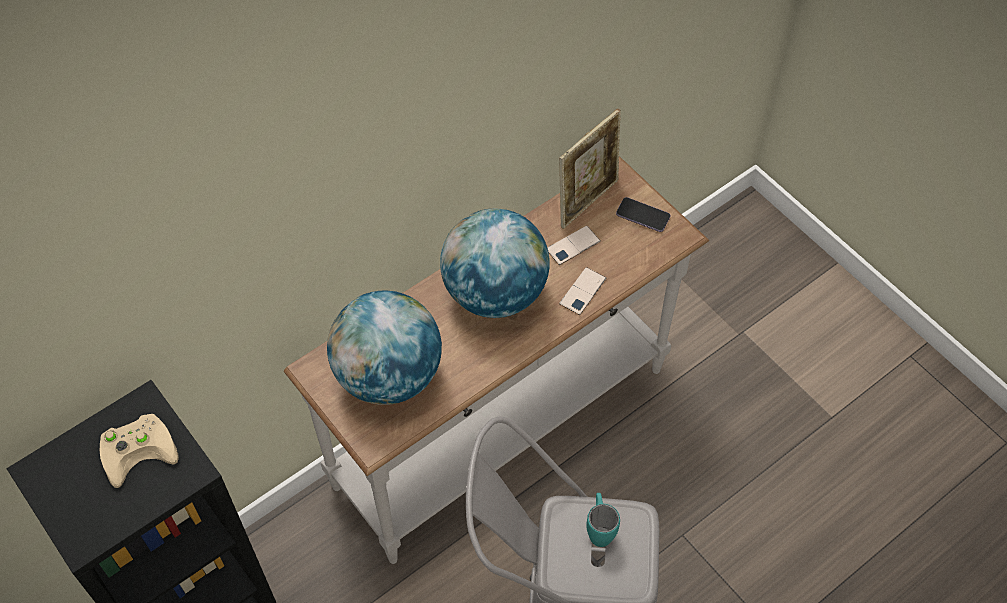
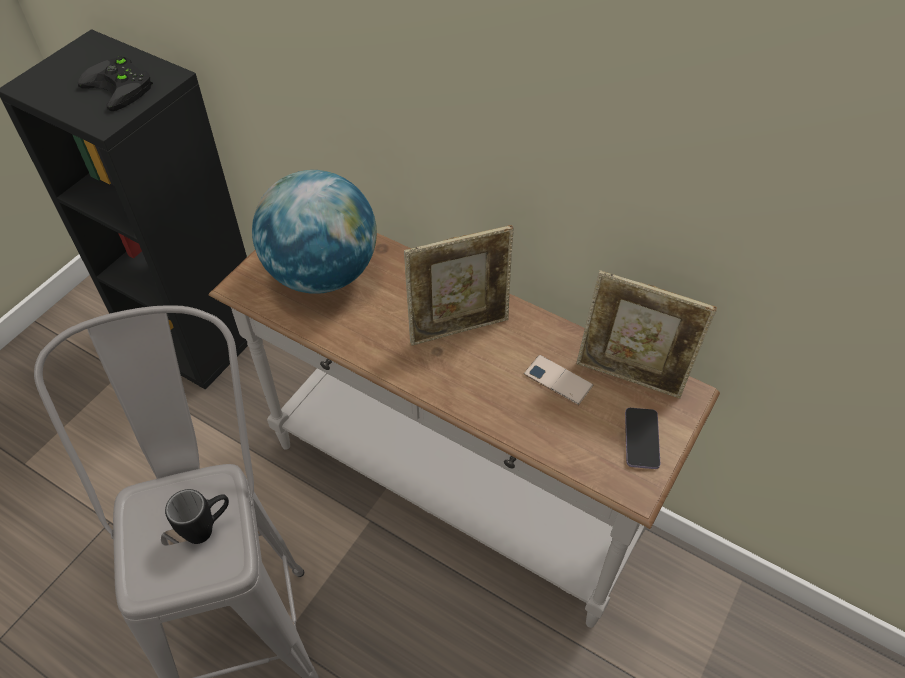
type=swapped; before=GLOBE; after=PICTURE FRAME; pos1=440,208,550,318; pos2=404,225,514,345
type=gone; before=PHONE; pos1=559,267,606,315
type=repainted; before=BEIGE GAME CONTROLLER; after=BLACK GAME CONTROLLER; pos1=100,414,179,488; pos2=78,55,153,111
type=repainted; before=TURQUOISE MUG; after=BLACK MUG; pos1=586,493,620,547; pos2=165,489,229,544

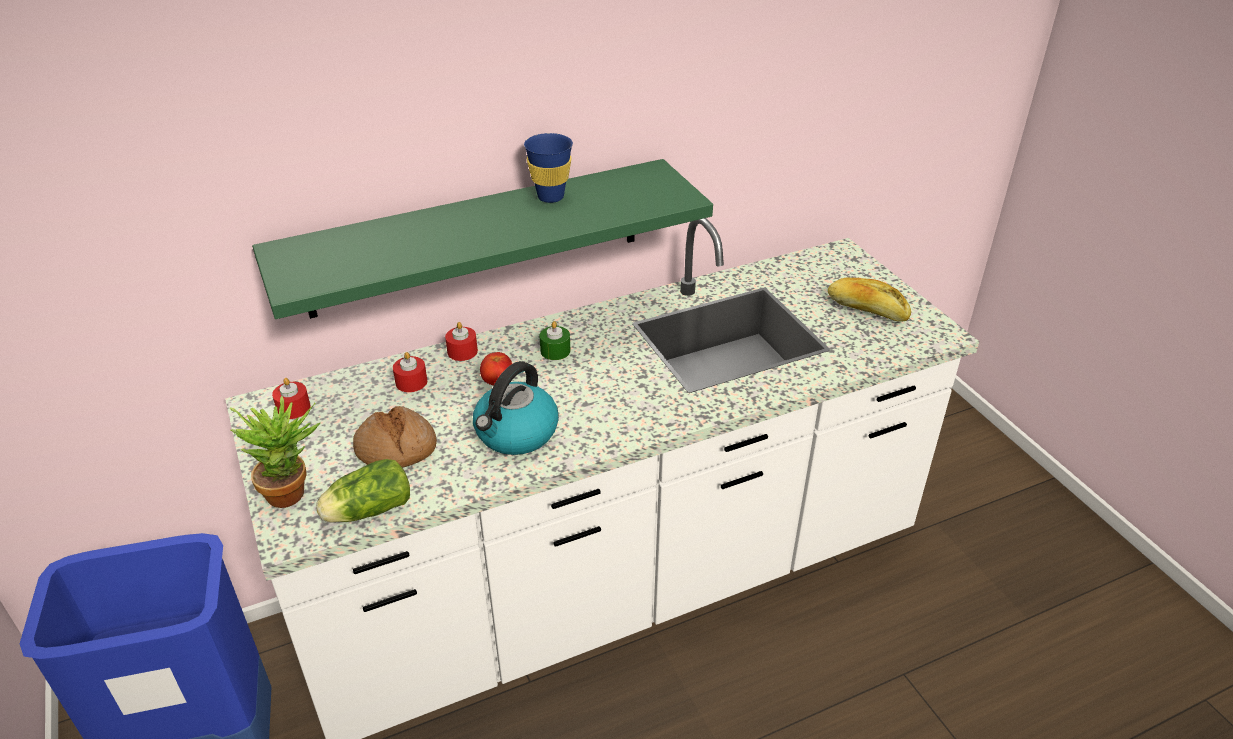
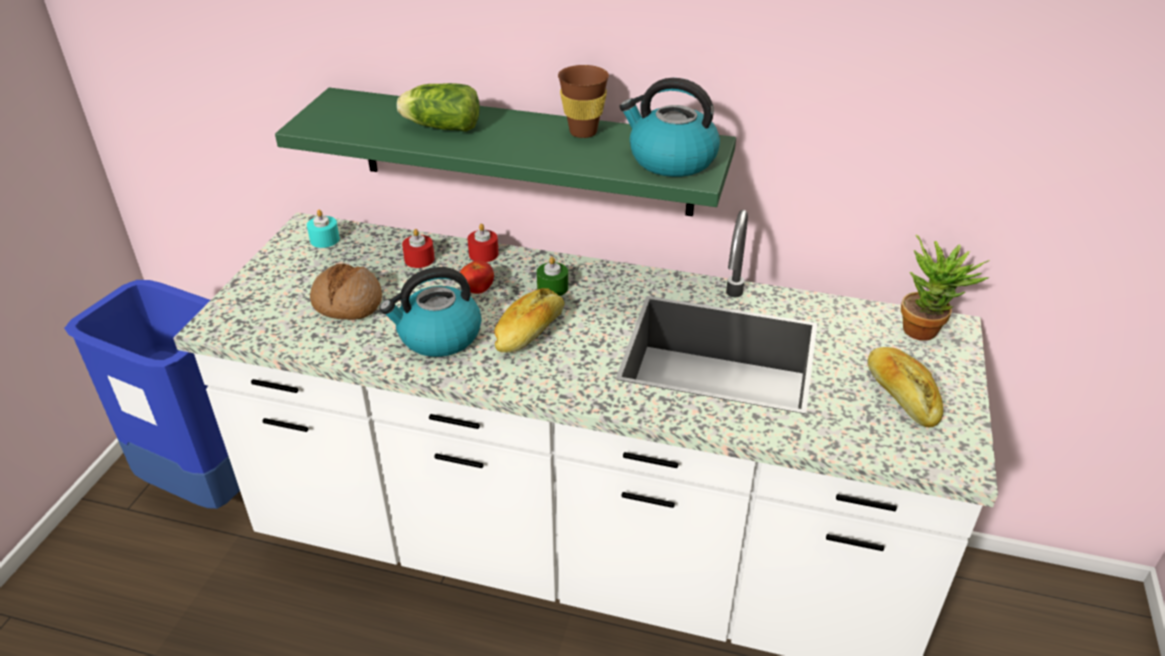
type=repainted; before=BLUE CUP; after=BROWN CUP; pos1=524,133,573,203; pos2=558,65,609,138
type=repainted; before=RED CANDLE; after=TURQUOISE CANDLE; pos1=272,378,311,419; pos2=307,210,340,248
type=shifted; before=POTTED PLANT; pos1=230,396,320,508; pos2=901,234,990,340
type=shifted; before=LETTUCE; pos1=316,459,410,523; pos2=397,83,480,132
type=new; after=KETTLE; pos2=619,78,720,177
type=new; after=BREAD; pos2=494,288,565,353

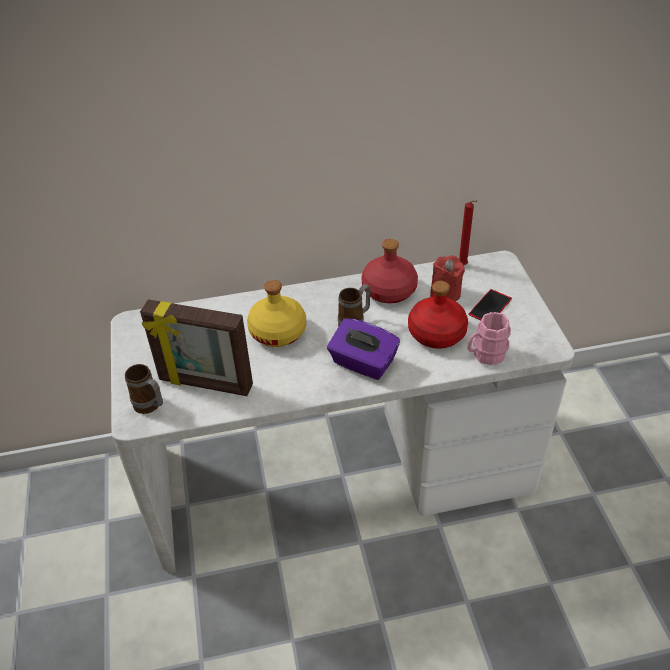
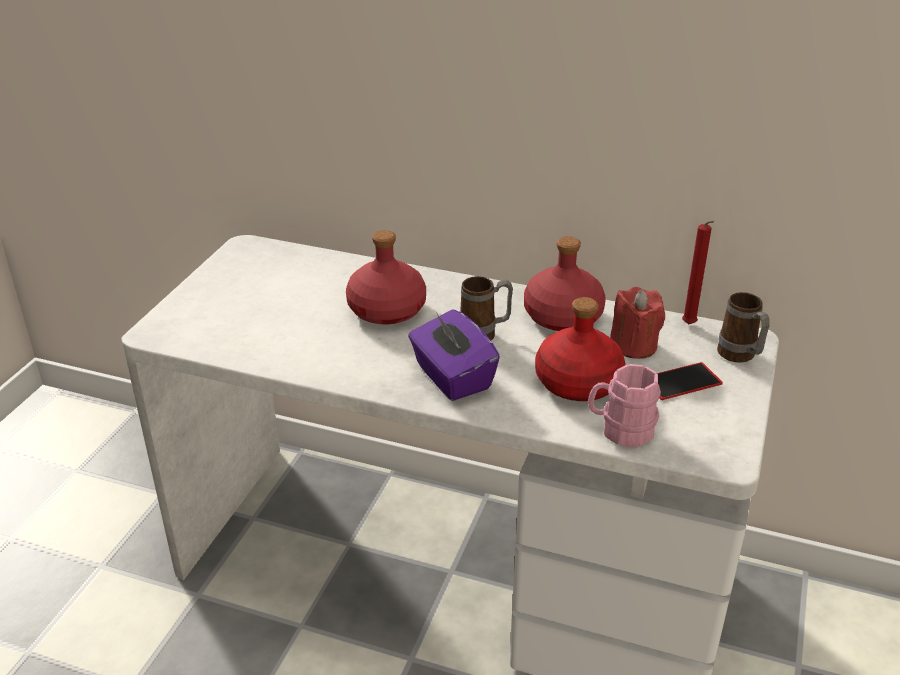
type=repainted; before=YELLOW BOTTLE; after=RED BOTTLE; pos1=247,280,306,347; pos2=346,230,426,324
type=gone; before=PICTURE FRAME; pos1=140,299,253,396
type=shifted; before=MUG; pos1=125,364,163,414; pos2=717,292,770,363

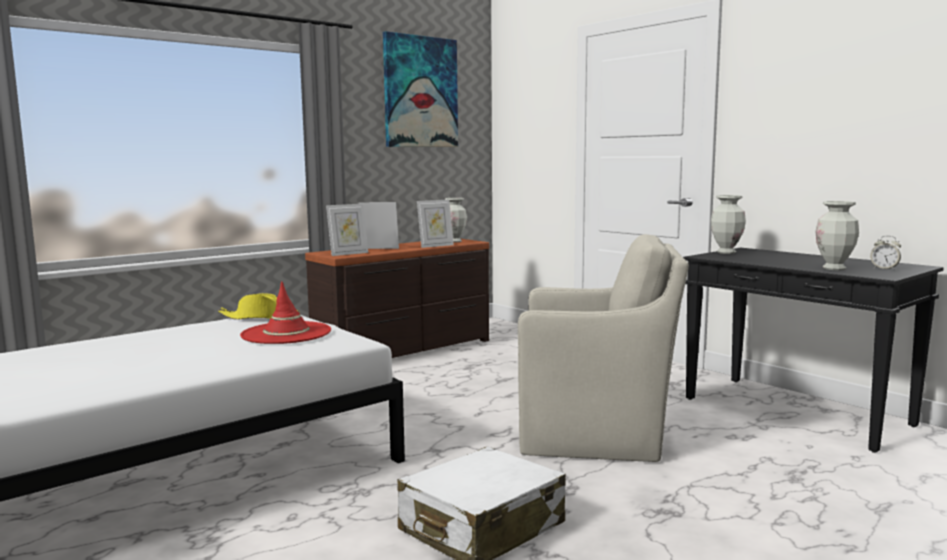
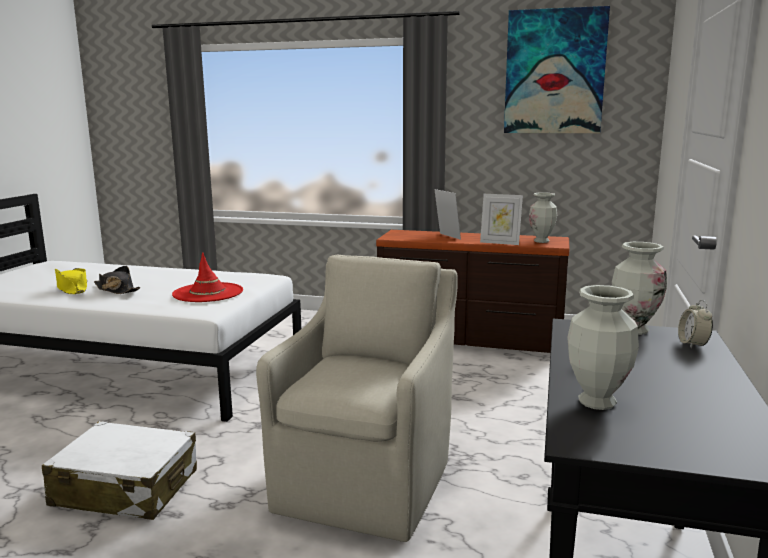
type=gone; before=PICTURE FRAME; pos1=326,204,368,256
type=rotated; before=BEIGE ARMCHAIR; pos1=518,234,688,462; pos2=256,255,457,542; turn=-135
type=shifted; before=ALARM CLOCK; pos1=870,235,901,270; pos2=678,300,713,349
type=shifted; before=YELLOW HAT; pos1=218,293,300,320; pos2=55,268,87,294
type=new; after=BLACK HAT; pos2=94,266,140,294

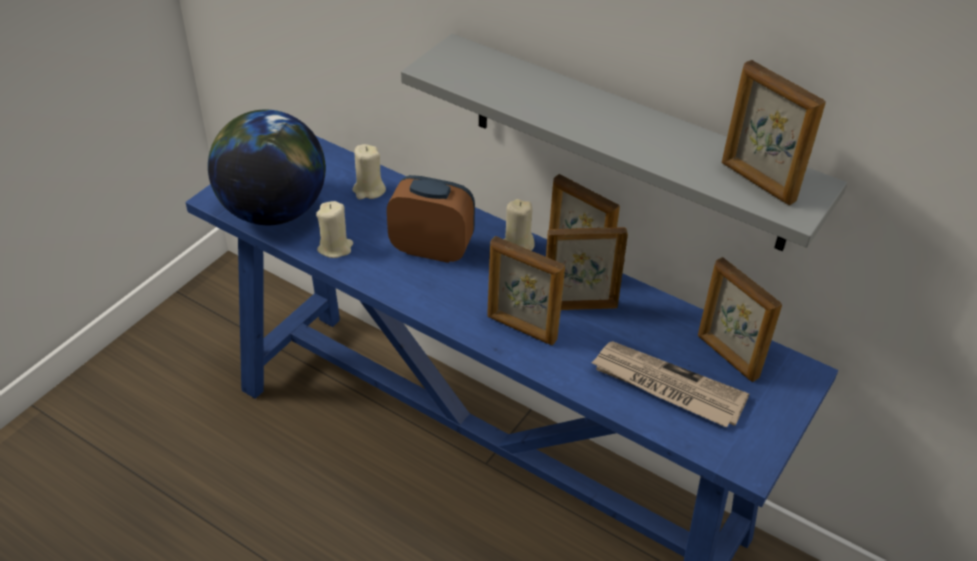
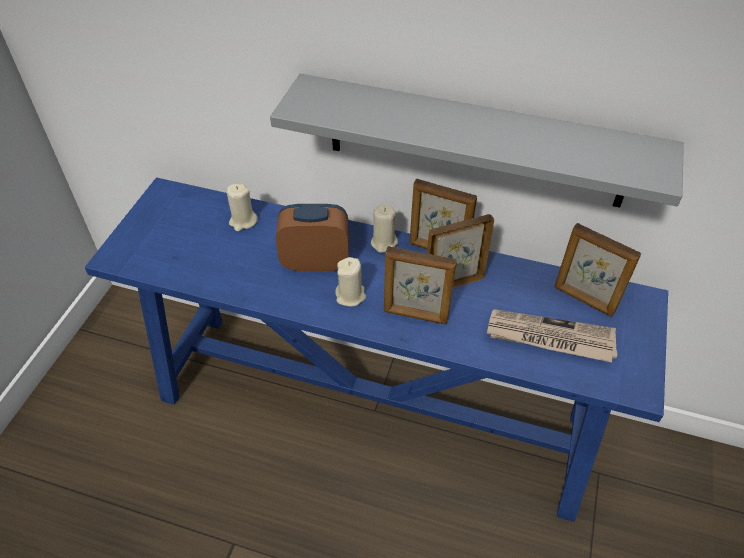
type=gone; before=PICTURE FRAME; pos1=722,60,826,206
type=gone; before=GLOBE; pos1=208,109,326,225
type=shifted; before=BEIGE CANDLE; pos1=316,201,353,258; pos2=335,257,366,307

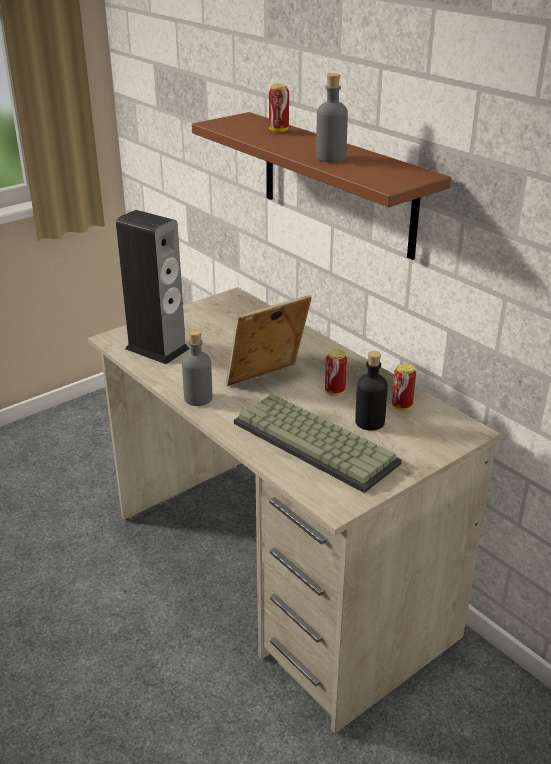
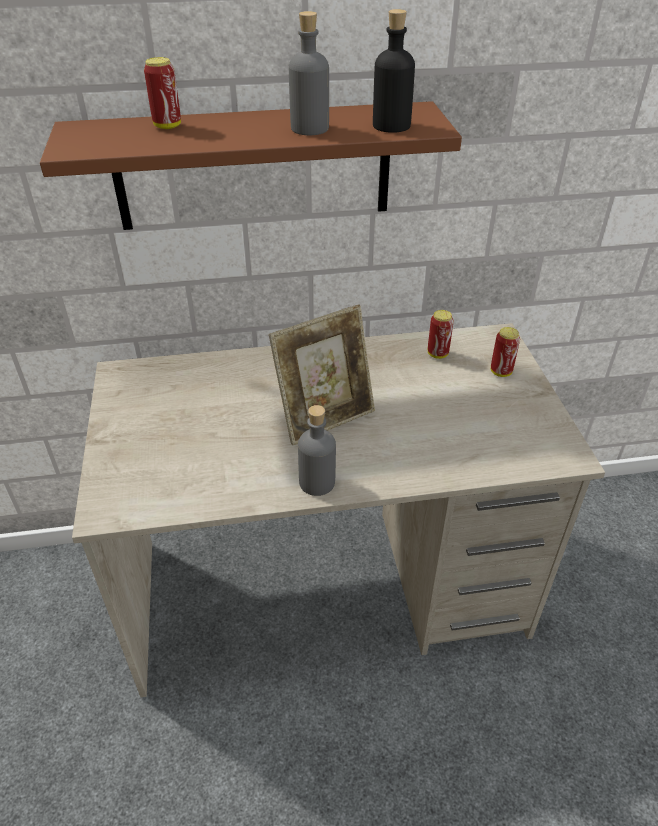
type=gone; before=SPEAKER; pos1=116,210,189,364
type=rotated; before=PICTURE FRAME; pos1=226,295,312,386; pos2=269,305,375,445; turn=-120
type=shifted; before=CAN; pos1=325,349,347,396; pos2=491,327,520,377
type=shifted; before=BLACK BOTTLE; pos1=355,351,388,431; pos2=373,9,415,133
type=gone; before=KEYBOARD; pos1=234,394,402,493

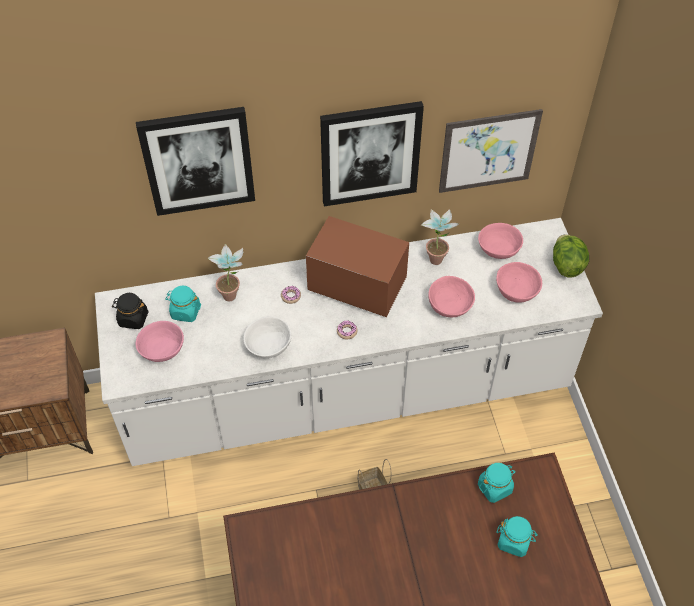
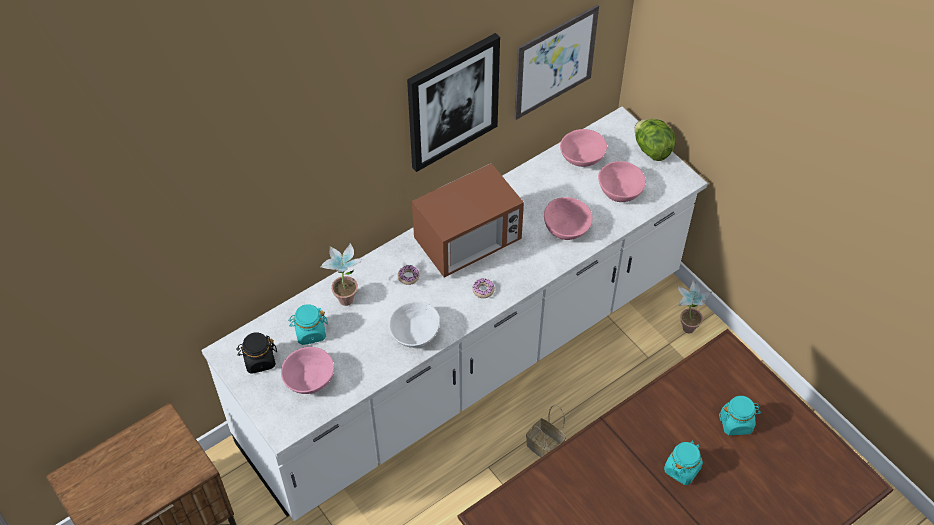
type=gone; before=PICTURE; pos1=136,107,255,216
type=shifted; before=POTTED PLANT; pos1=421,209,459,265; pos2=677,281,713,333
type=rotated; before=MICROWAVE; pos1=306,216,409,317; pos2=412,163,524,277; turn=150
type=shifted; before=TURQUOISE JAR; pos1=478,463,516,503; pos2=664,441,703,485

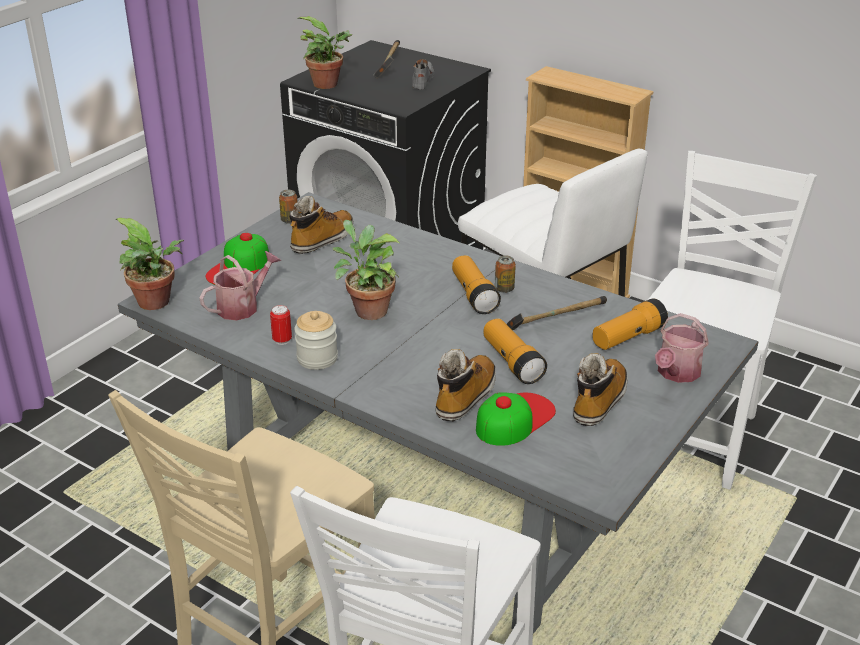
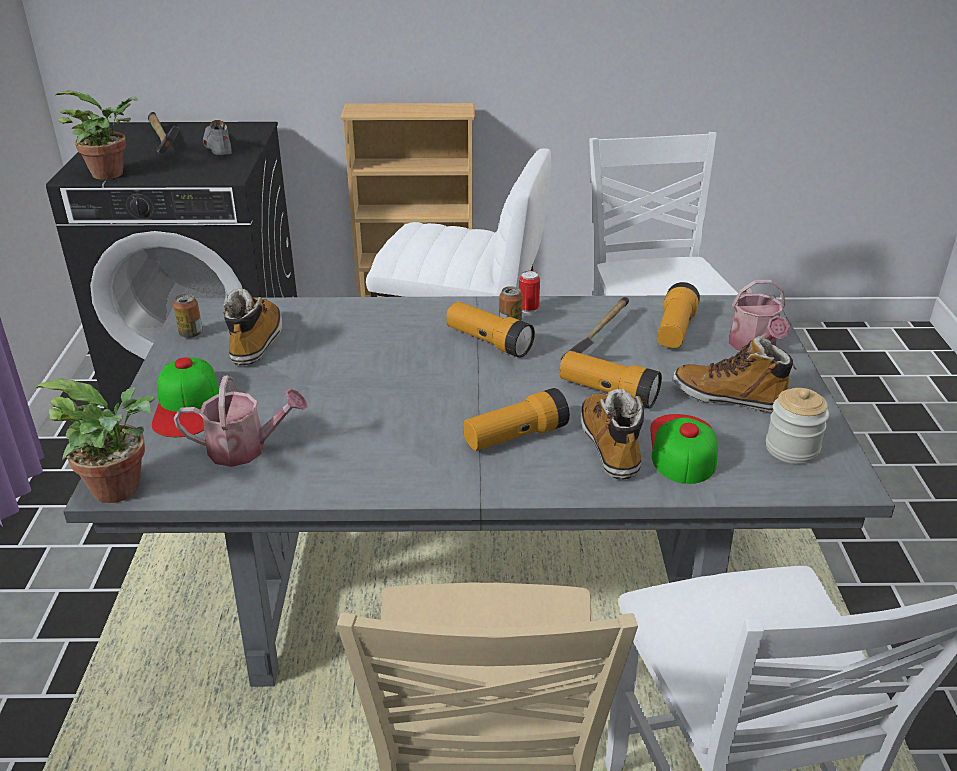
type=gone; before=POTTED PLANT; pos1=333,220,399,320
type=rotated; before=WATERING CAN; pos1=199,251,281,321; pos2=174,376,308,467; turn=75
type=shifted; before=CAN; pos1=270,305,292,345; pos2=519,271,540,314
type=shifted; before=JAR; pos1=294,311,338,370; pos2=766,388,829,464
type=rotated; before=BOOT; pos1=573,353,628,426; pos2=673,336,797,412; turn=-60
type=new; after=FLASHLIGHT; pos2=463,388,570,451

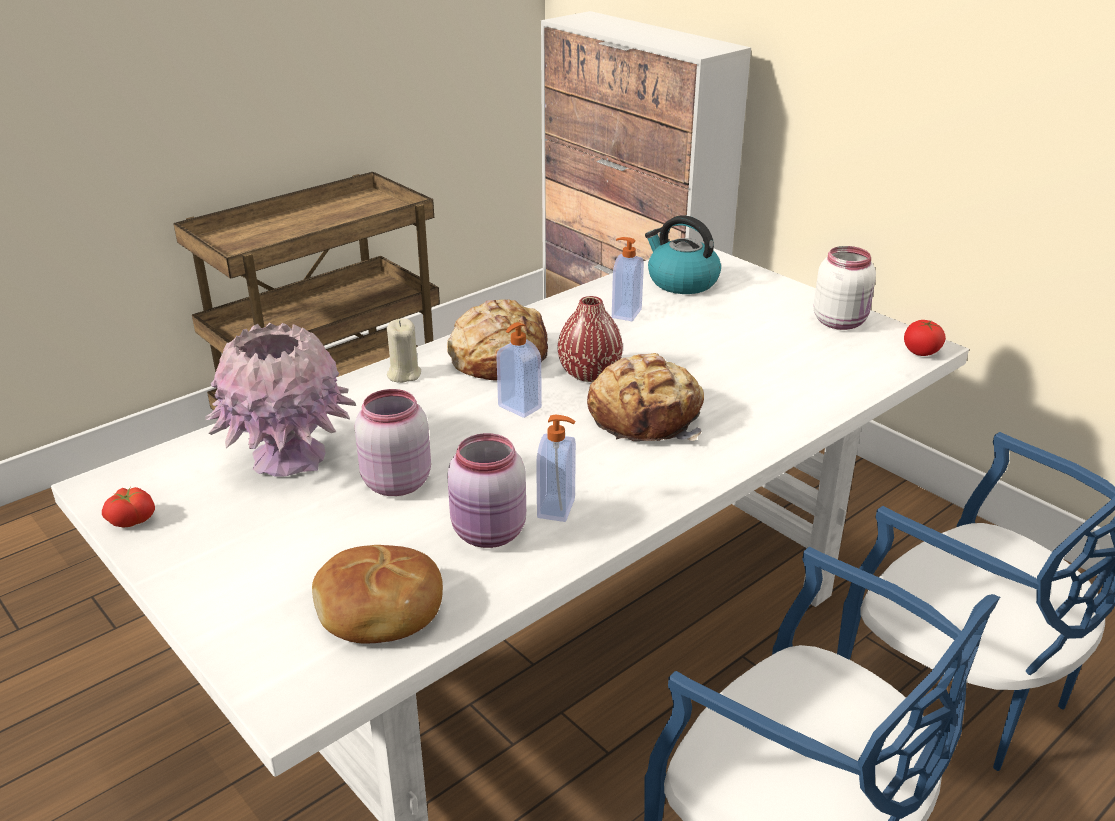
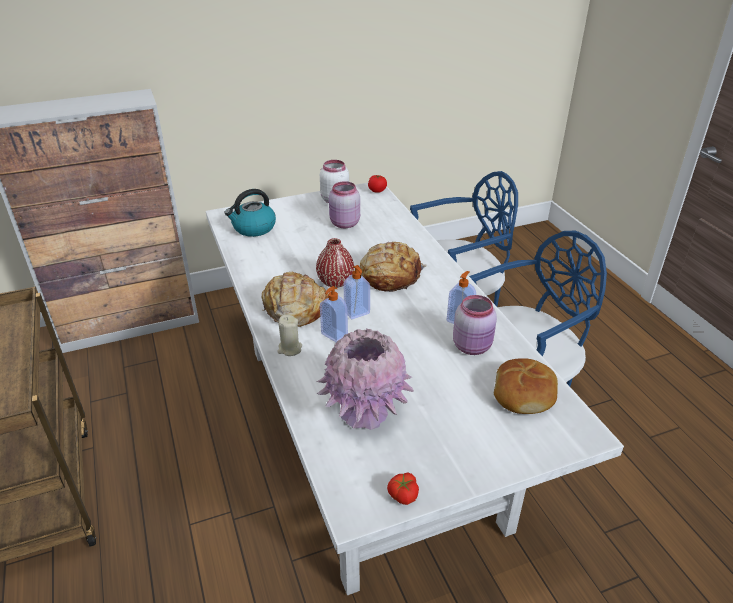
type=shifted; before=SOAP DISPENSER; pos1=612,237,644,321; pos2=320,286,348,342
type=shifted; before=PINK JAR; pos1=355,389,431,496; pos2=329,181,360,228

